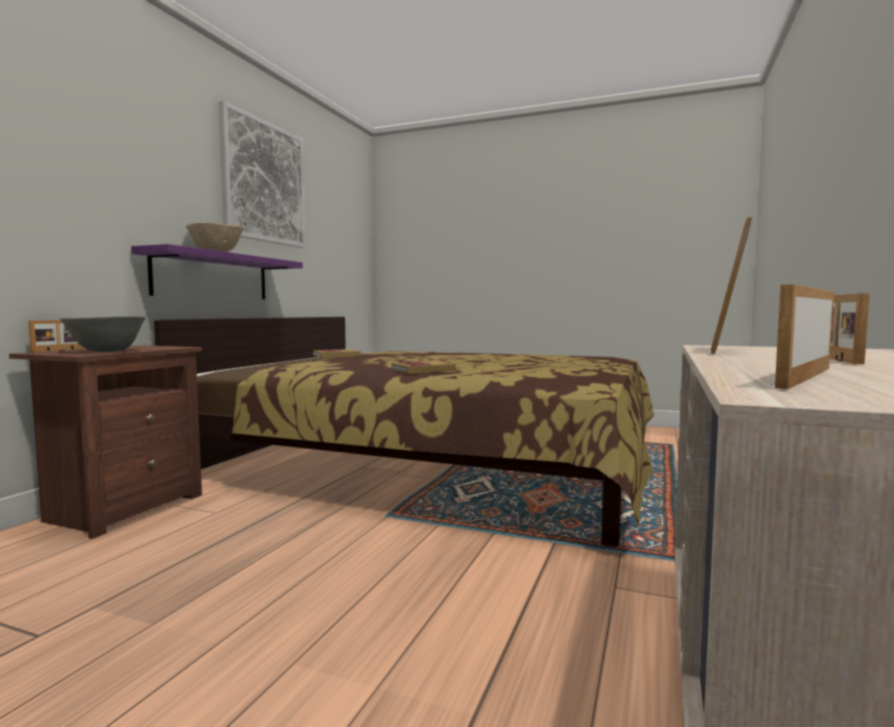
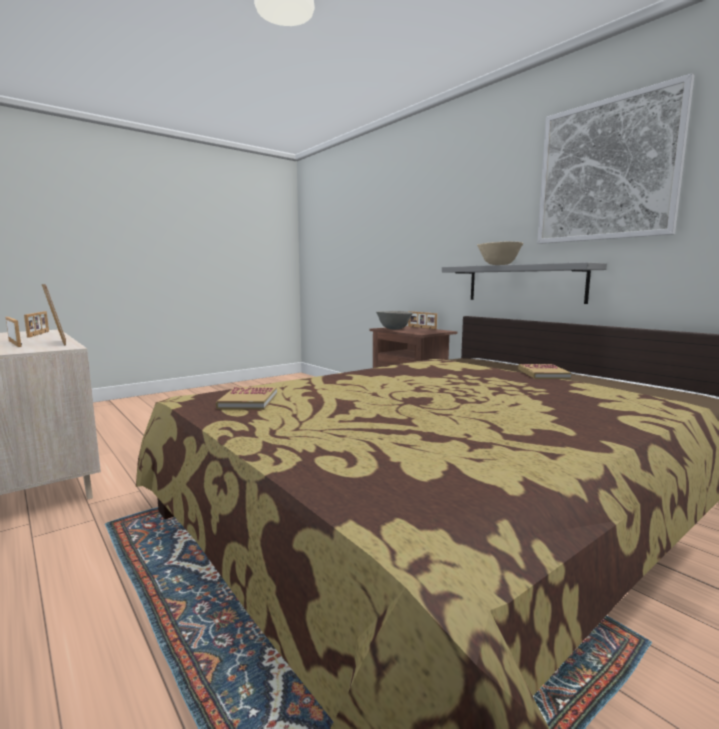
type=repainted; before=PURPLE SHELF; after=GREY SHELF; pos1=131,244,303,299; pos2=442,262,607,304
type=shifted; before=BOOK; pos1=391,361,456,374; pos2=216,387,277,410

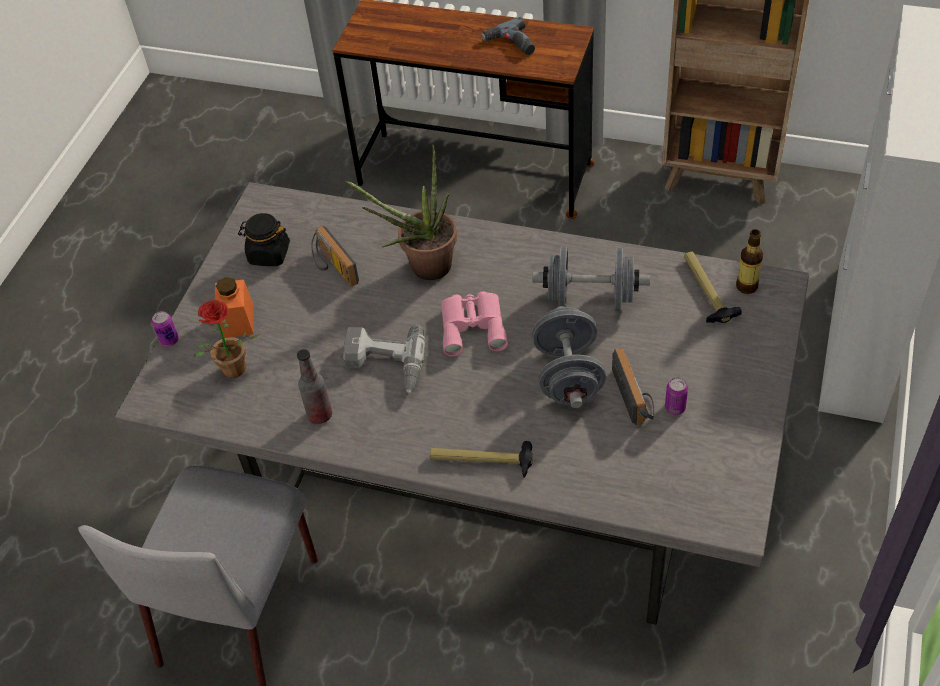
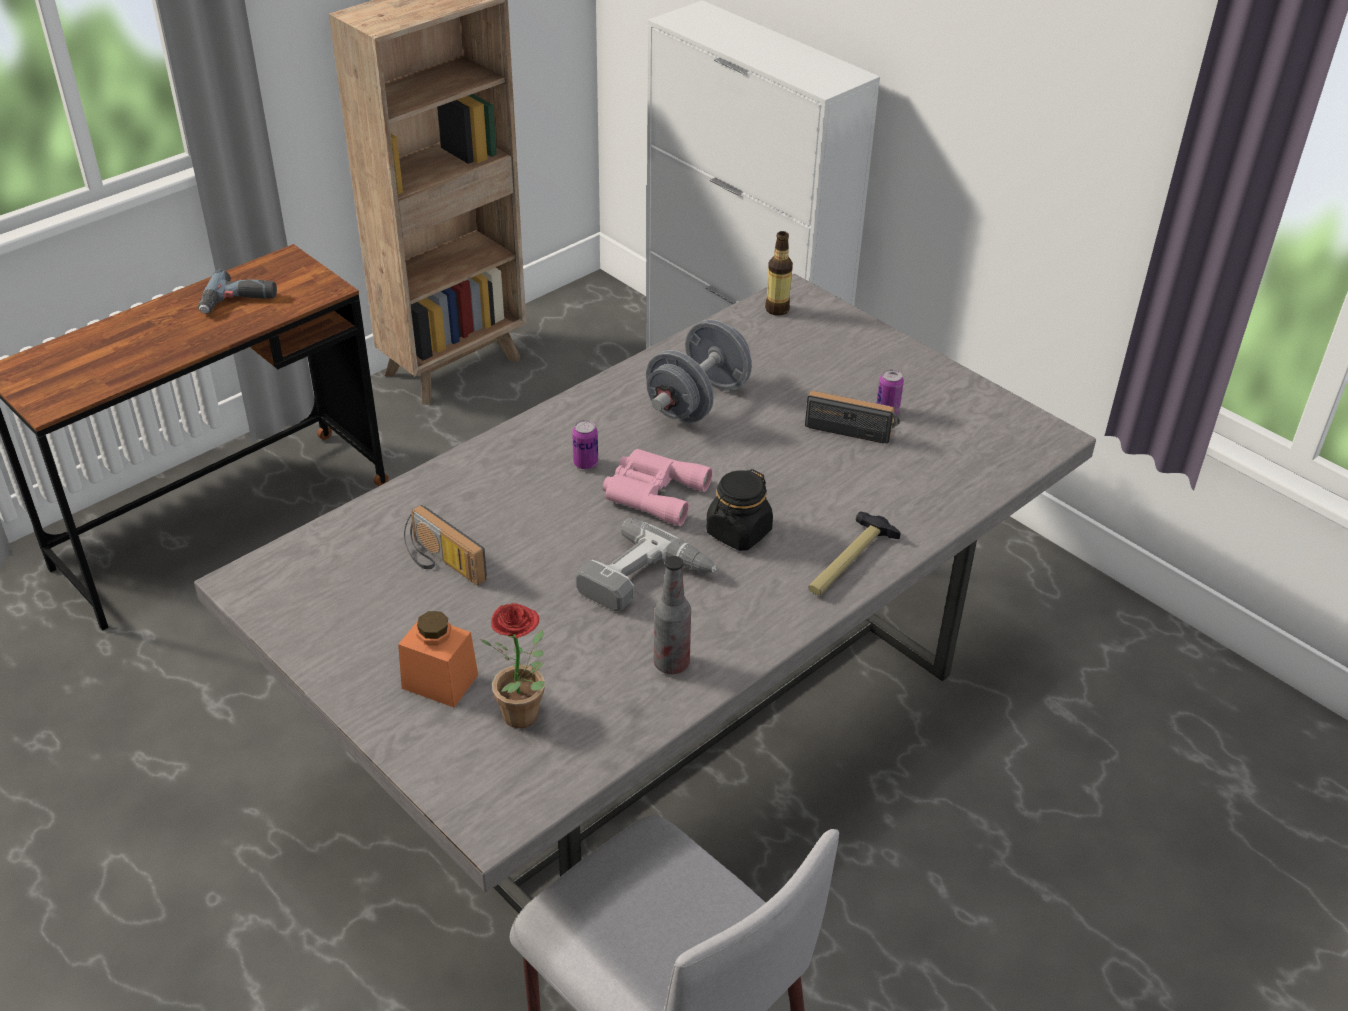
type=gone; before=POTTED PLANT; pos1=345,145,457,280
type=shifted; before=BLACK JAR; pos1=238,213,290,266; pos2=706,469,773,551
type=rotated; before=RADIO; pos1=311,226,359,287; pos2=404,505,487,585; turn=45
type=gone; before=HAMMER; pos1=684,252,742,323
type=gone; before=GREY DUMBBELL; pos1=532,306,606,408
type=shifted; before=CAN; pos1=152,311,179,347; pos2=572,420,598,469

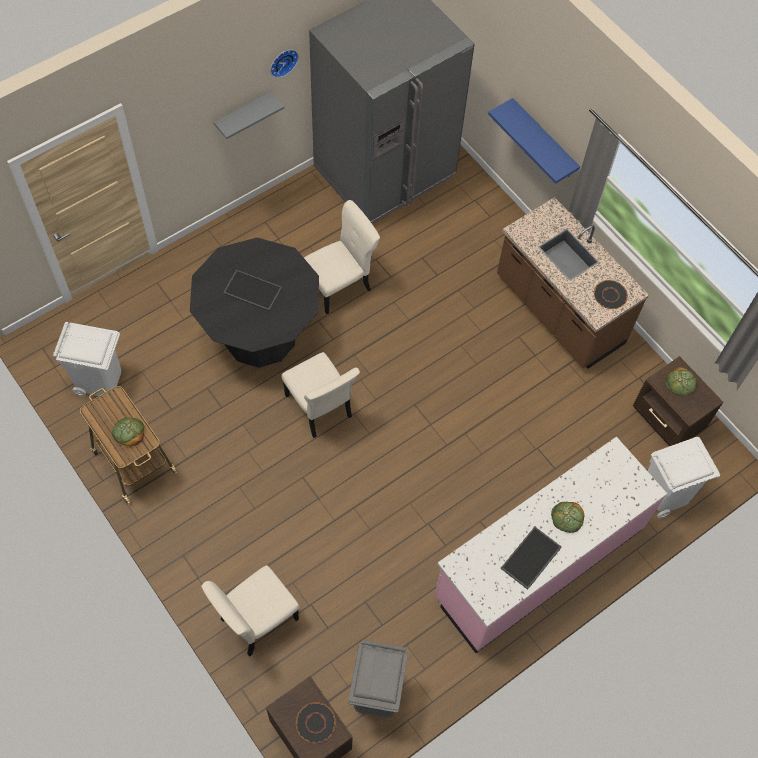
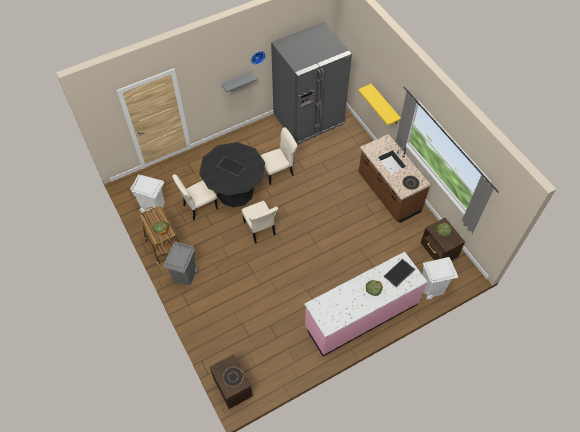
type=repainted; before=BLUE SHELF; after=YELLOW SHELF; pos1=488,98,580,184; pos2=358,84,401,126
type=shifted; before=TRAY; pos1=500,527,562,590; pos2=384,259,415,287
type=shifted; before=BEIGE CHAIR; pos1=201,565,300,657; pos2=172,174,218,221
type=shifted; before=GREY TRASH CAN; pos1=348,640,408,718; pos2=163,242,199,285

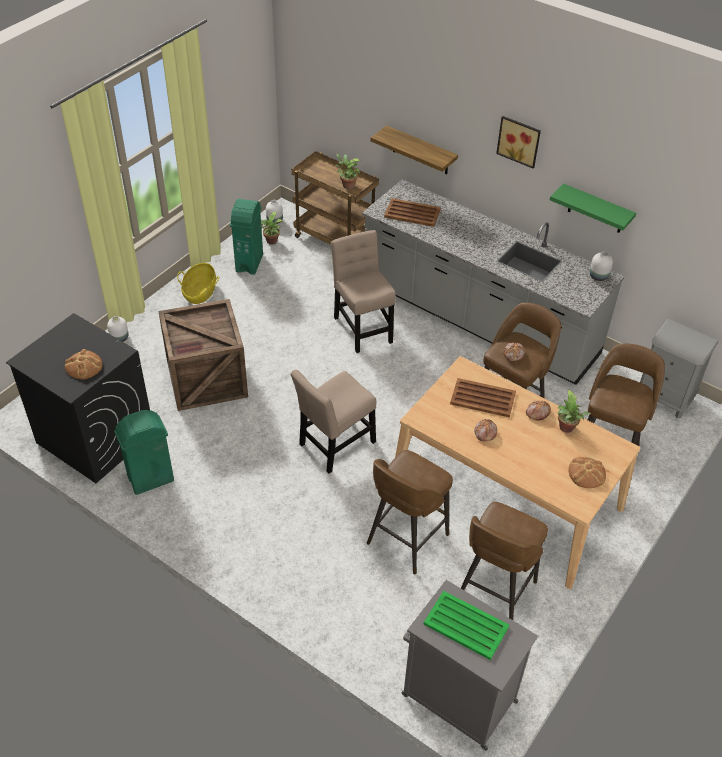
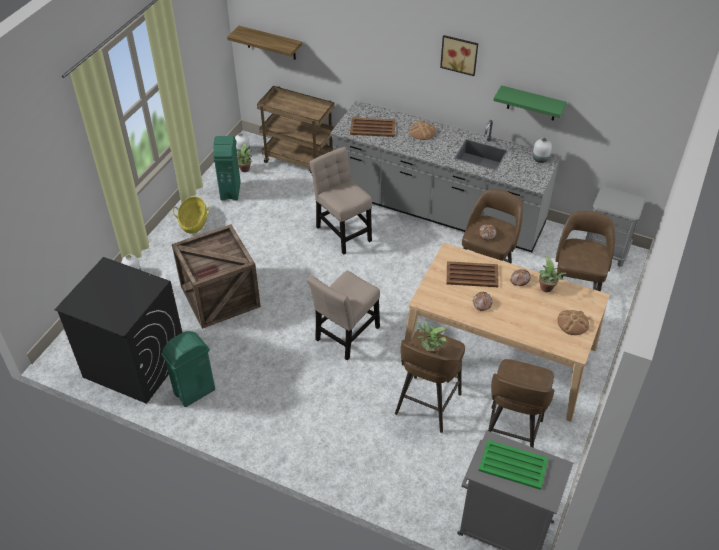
type=shifted; before=SHELF; pos1=370,125,458,175; pos2=227,26,302,60
type=shifted; before=POTTED PLANT; pos1=335,154,360,189; pos2=415,320,448,354
type=shifted; before=BREAD; pos1=65,349,102,379; pos2=410,120,436,140

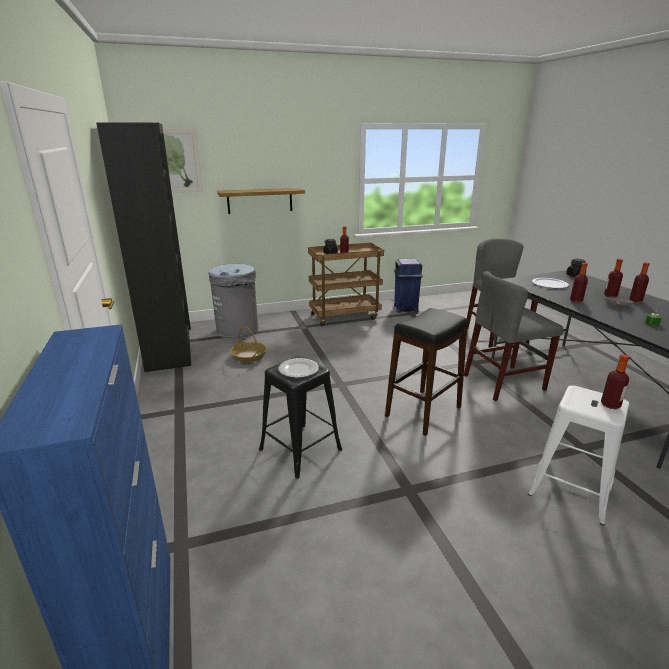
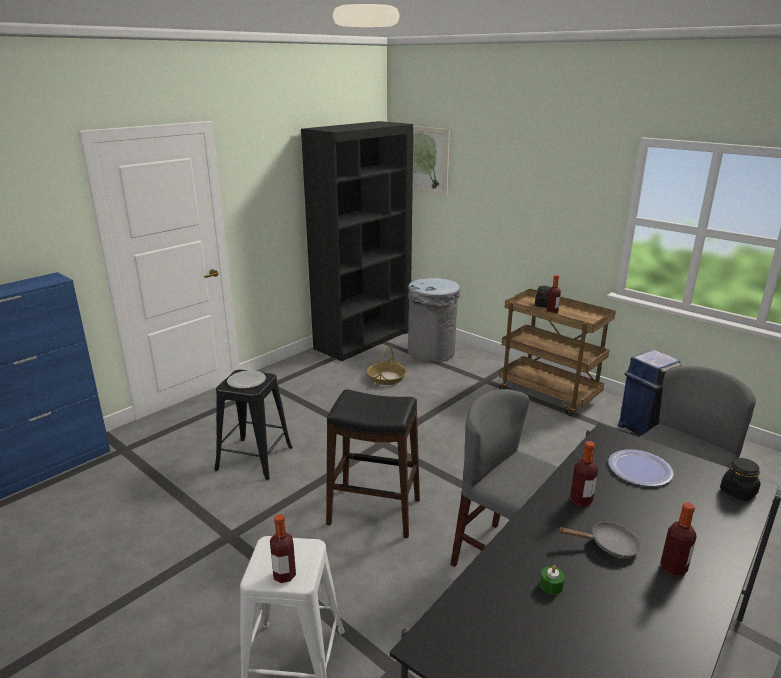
type=gone; before=SHELF; pos1=217,188,305,214
type=gone; before=BOTTLE; pos1=604,259,623,297

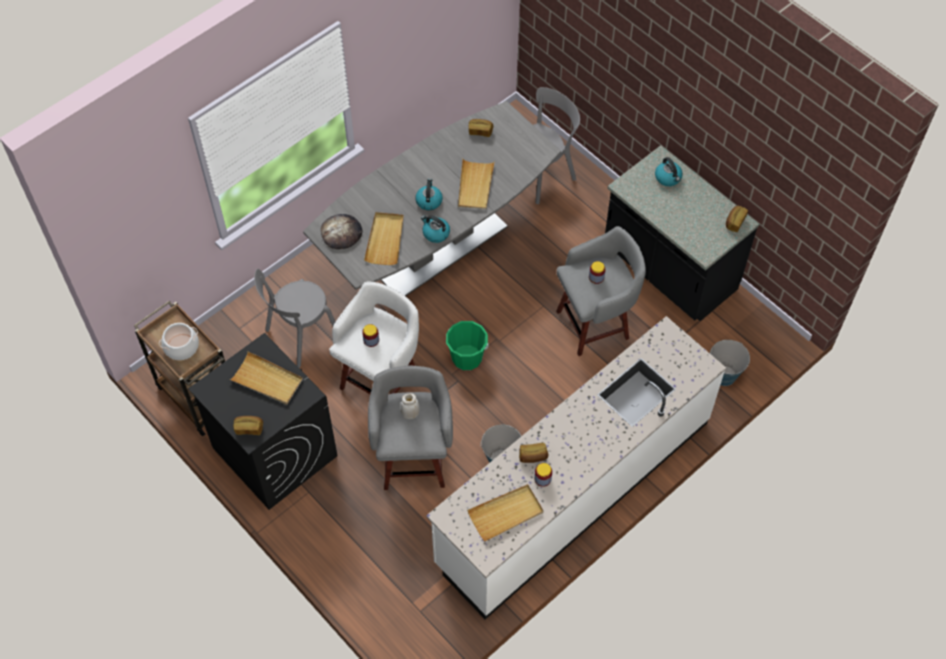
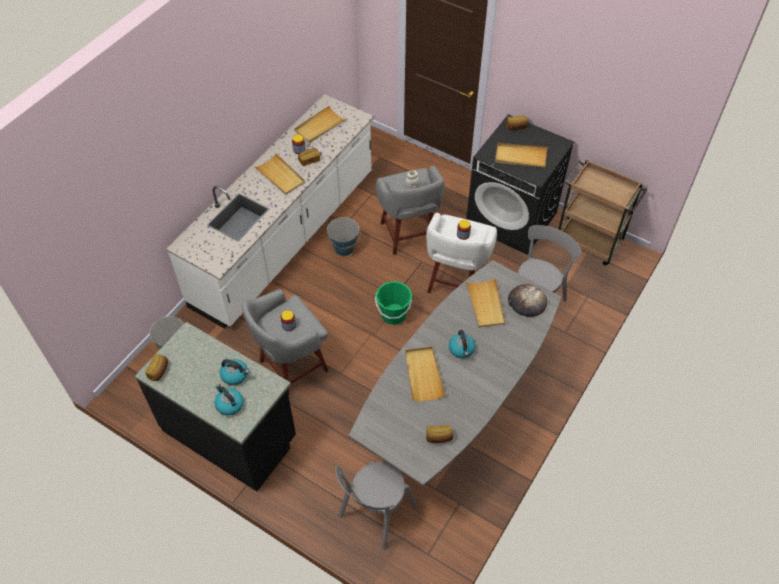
type=shifted; before=KETTLE; pos1=421,215,450,243; pos2=220,359,250,385
type=gone; before=COOKING POT; pos1=159,323,199,360
type=new; after=BEIGE TRAY; pos2=255,153,305,195

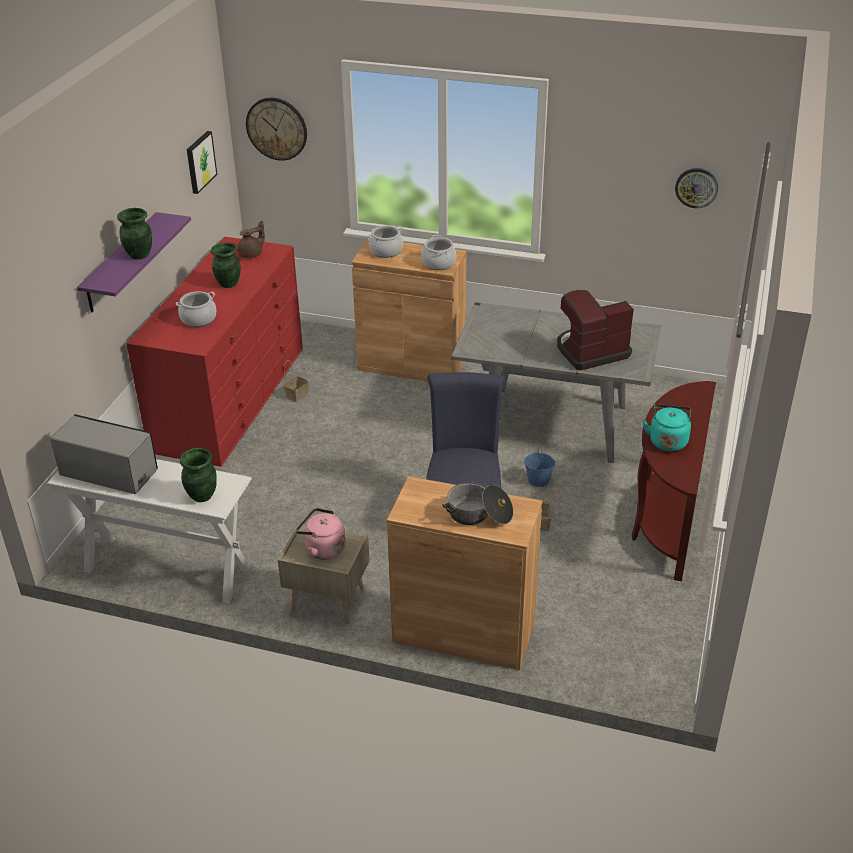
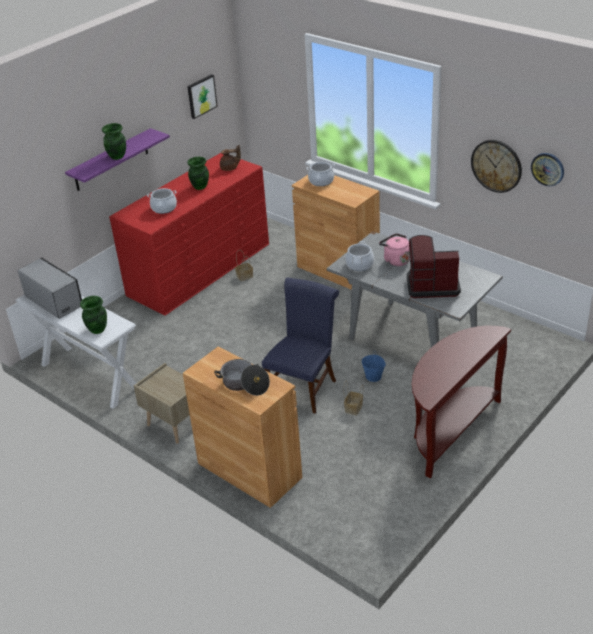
type=shifted; before=WALL CLOCK; pos1=246,98,307,161; pos2=471,140,522,193
type=shifted; before=COOKING POT; pos1=421,235,457,270; pos2=345,241,374,271
type=gone; before=TURQUOISE KETTLE; pos1=643,404,691,451
type=shifted; before=PINK KETTLE; pos1=296,508,346,559; pos2=379,233,410,266

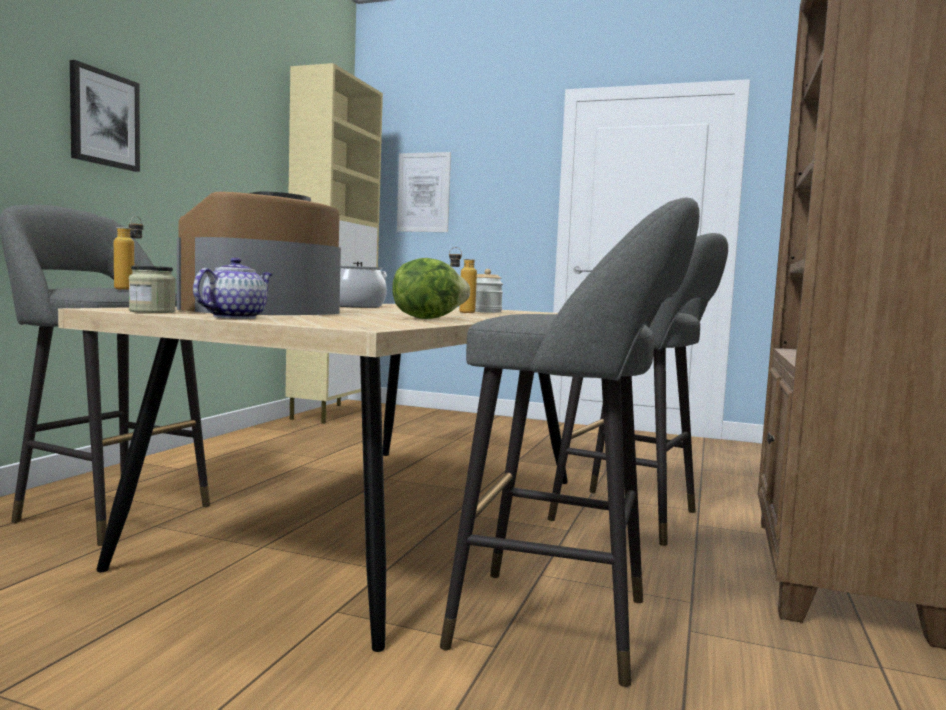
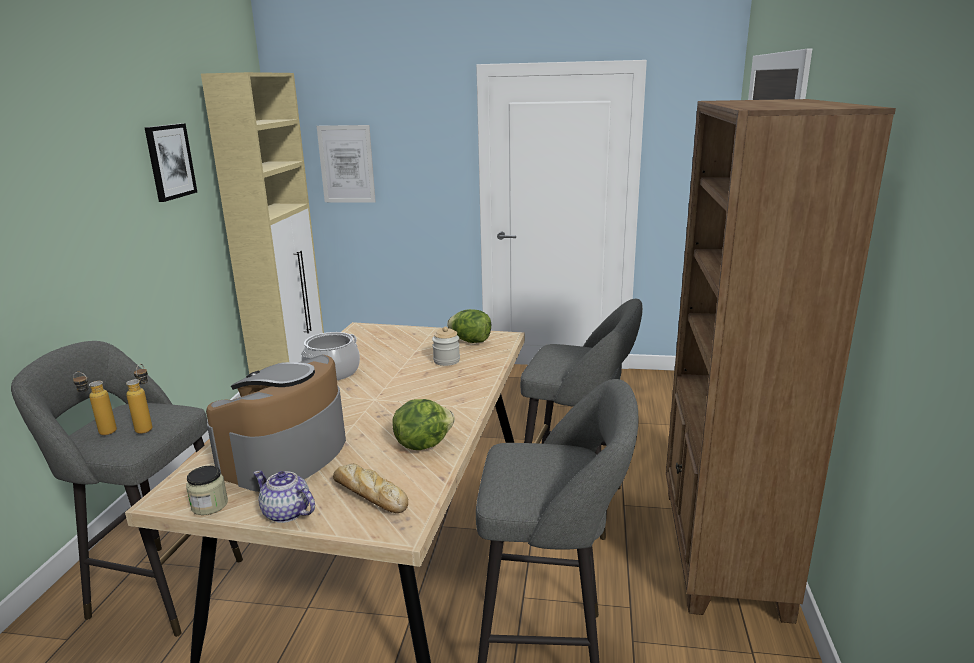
type=shifted; before=PICTURE; pos1=70,60,140,172; pos2=145,123,197,202
type=shifted; before=BOTTLE; pos1=449,247,477,313; pos2=73,372,117,435
type=rotated; before=TEAPOT; pos1=193,257,273,319; pos2=254,470,315,523; turn=-75
type=new; after=LETTUCE; pos2=447,309,491,343
type=new; after=BREAD; pos2=333,463,408,513

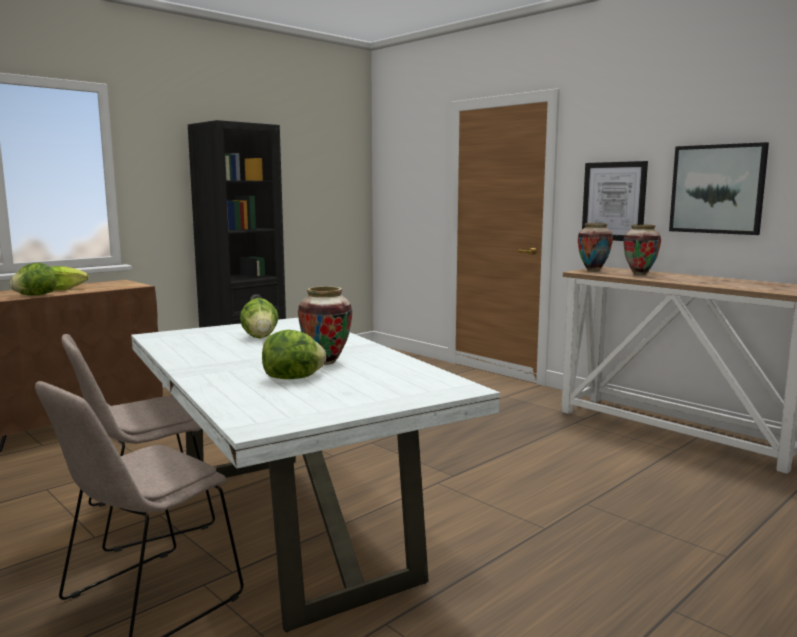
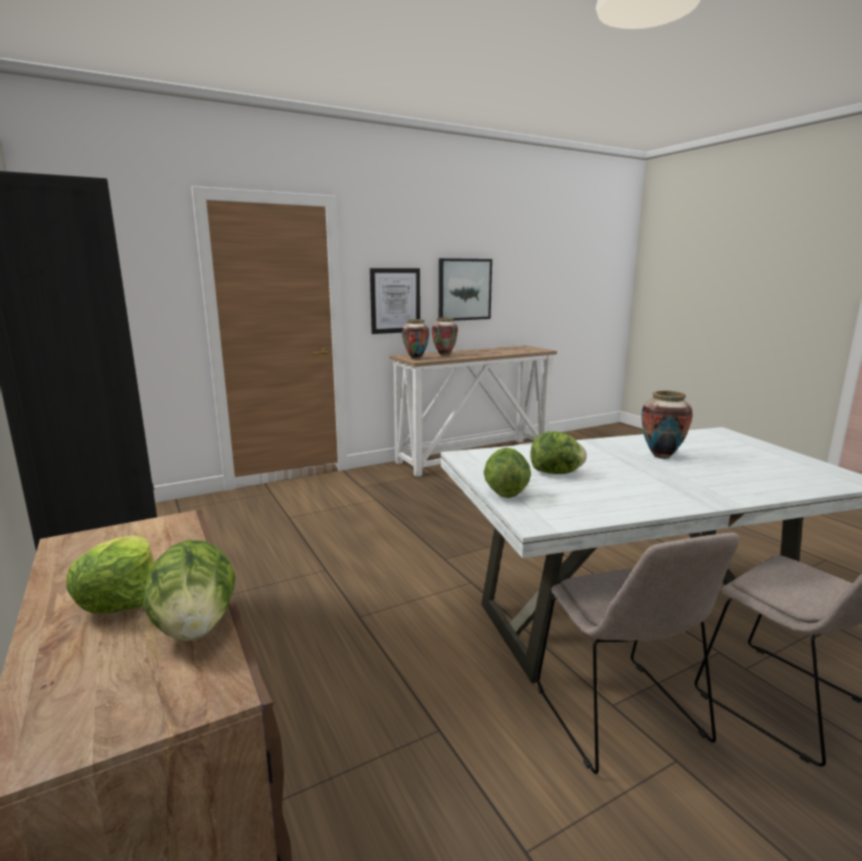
type=shifted; before=LETTUCE; pos1=262,330,326,379; pos2=484,447,531,498

